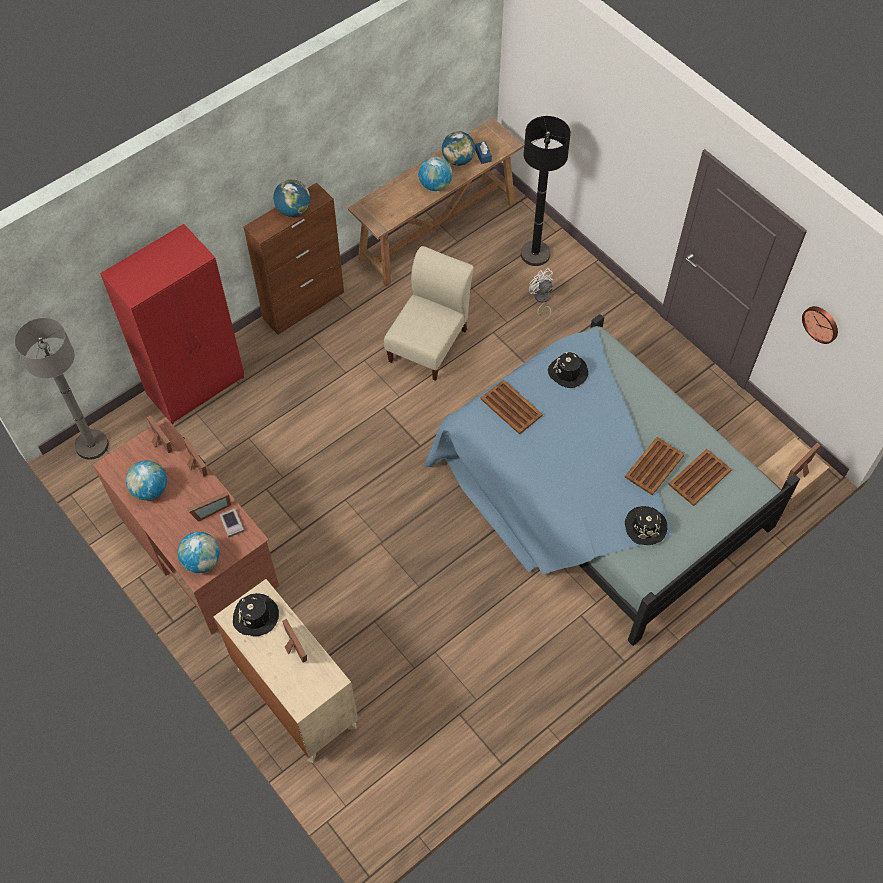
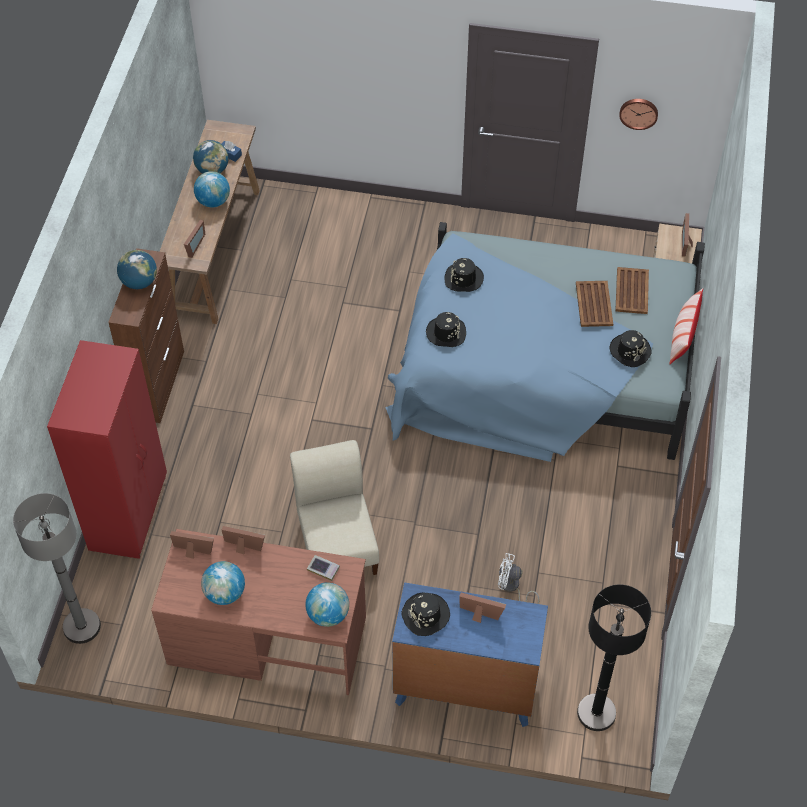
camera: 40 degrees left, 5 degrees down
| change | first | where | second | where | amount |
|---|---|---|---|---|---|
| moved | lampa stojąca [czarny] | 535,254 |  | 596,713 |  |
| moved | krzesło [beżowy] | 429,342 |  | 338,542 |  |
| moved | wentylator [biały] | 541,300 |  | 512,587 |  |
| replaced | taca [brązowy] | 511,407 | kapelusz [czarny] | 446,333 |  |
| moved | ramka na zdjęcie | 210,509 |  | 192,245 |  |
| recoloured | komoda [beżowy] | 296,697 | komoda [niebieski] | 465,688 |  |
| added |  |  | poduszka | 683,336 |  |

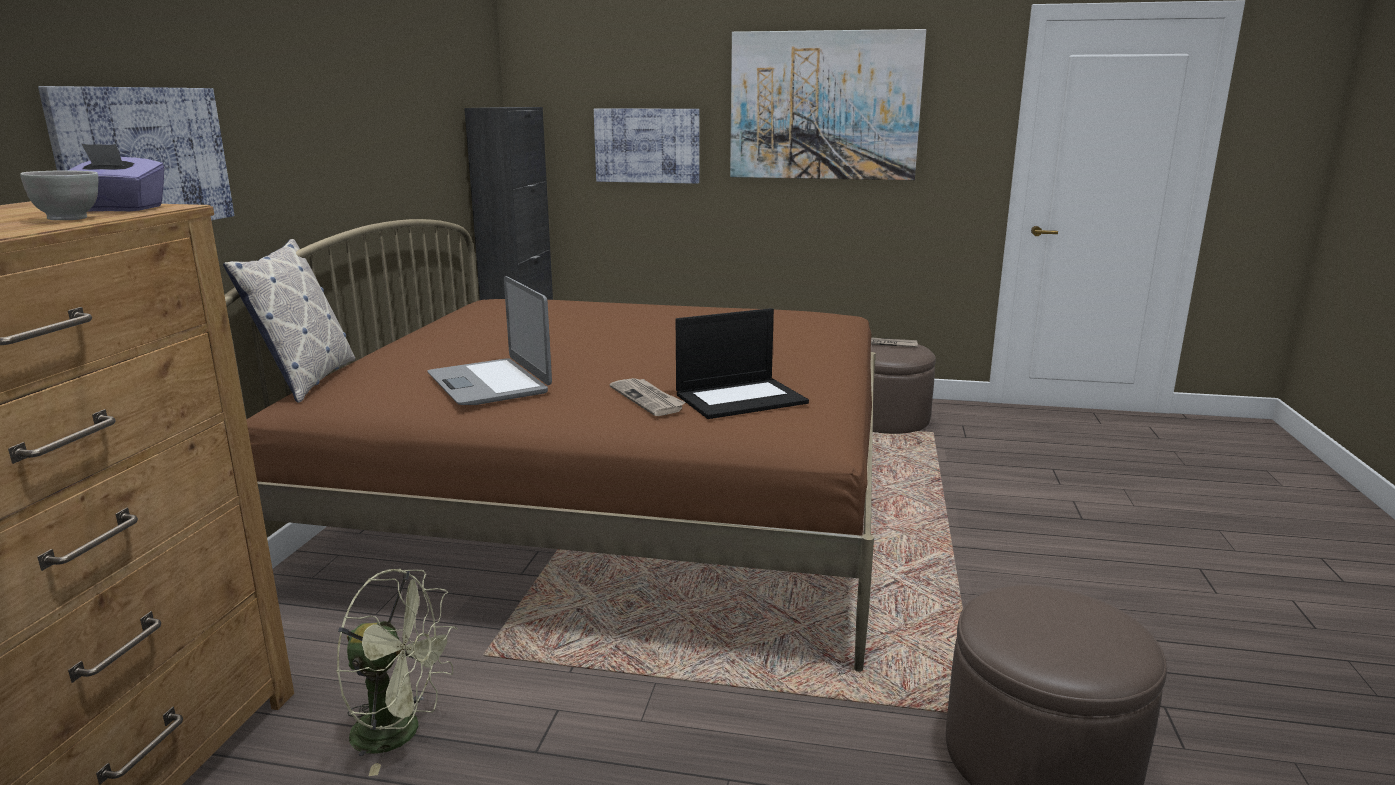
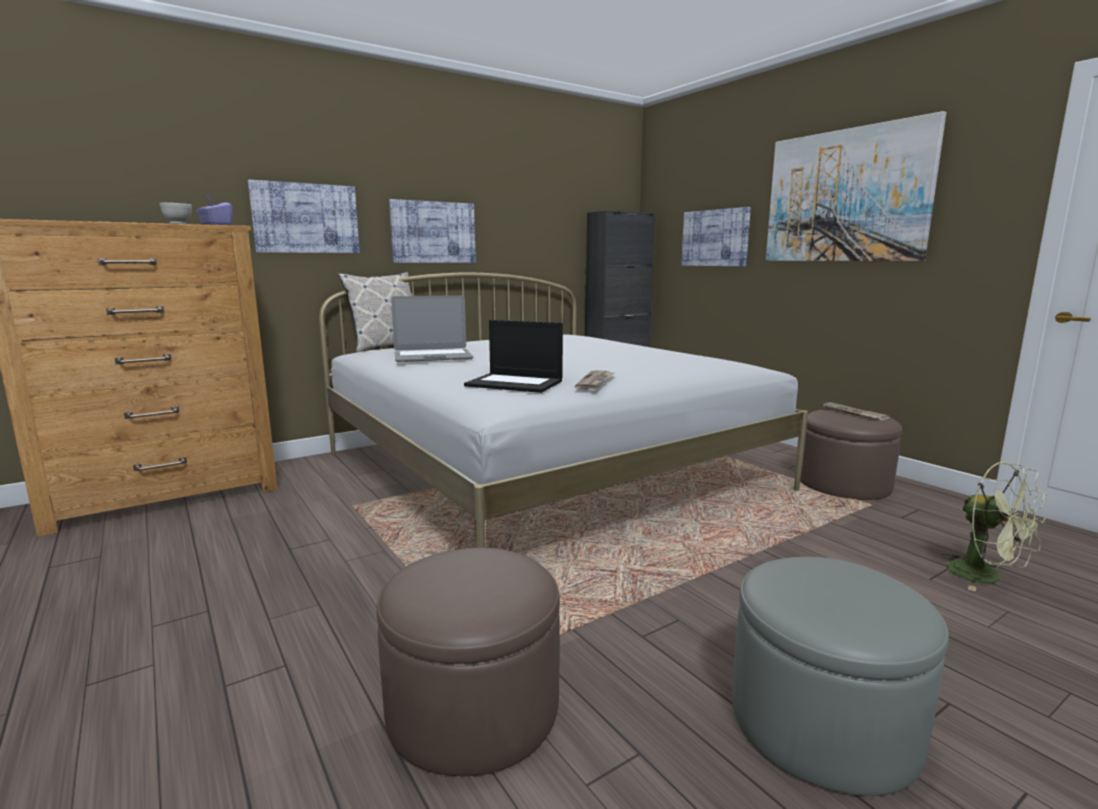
camera: 45 degrees right, 5 degrees down
| change | first | where | second | where | amount |
|---|---|---|---|---|---|
| recoloured | łóżko [brązowy] | 616,503 | łóżko [biały] | 544,471 |  |
| turned | laptop | 490,383 |  | 432,357 | 120 degrees counterclockwise |
| moved | gazeta | 648,399 |  | 595,382 |  |
| moved | wentylator [zielony] | 401,732 |  | 986,577 |  |
| added |  |  | obraz | 433,232 |  |
| added |  |  | pufa [szary] | 822,722 |  |

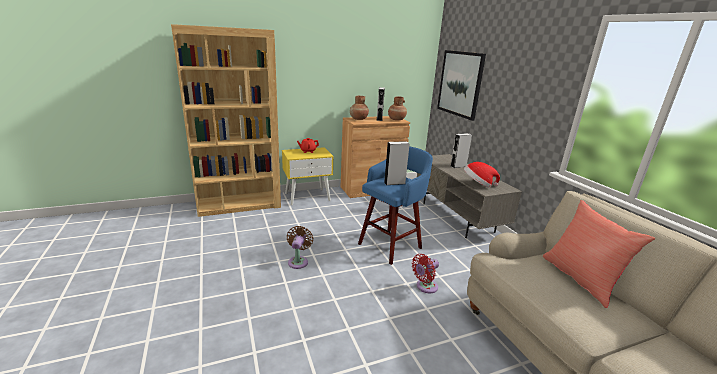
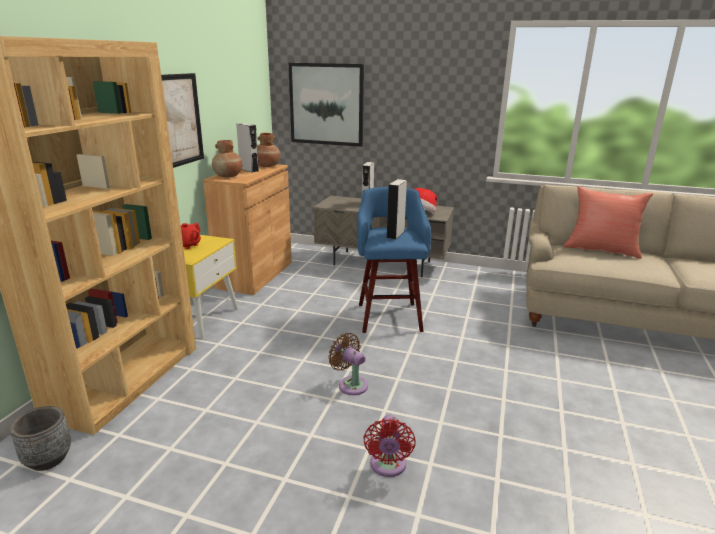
camera: 50 degrees left, 0 degrees up
| change | first | where | second | where | amount |
|---|---|---|---|---|---|
| moved | wentylator [czerwony] | 425,287 |  | 388,466 |  |
| added |  |  | obraz | 179,120 |  |
| added |  |  | donica [szary] | 48,459 |  |

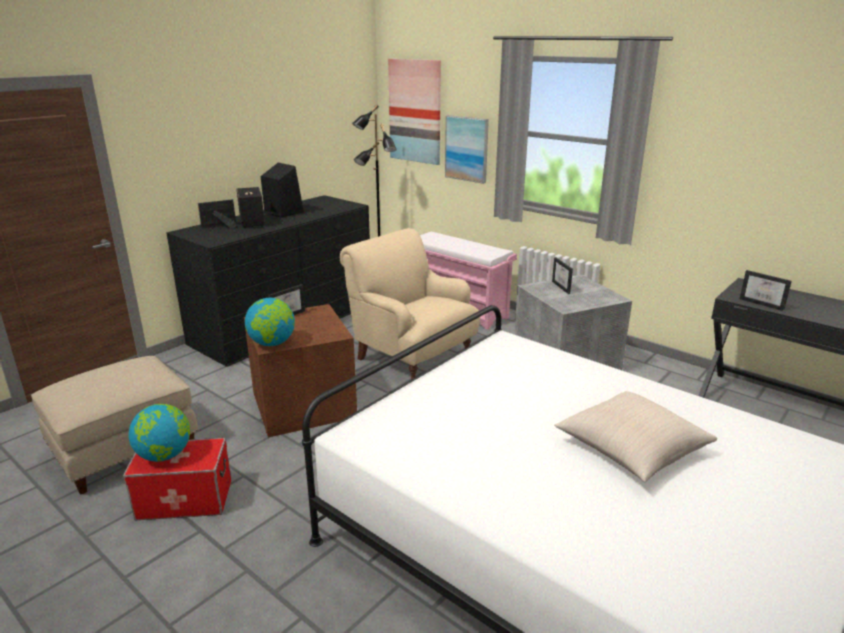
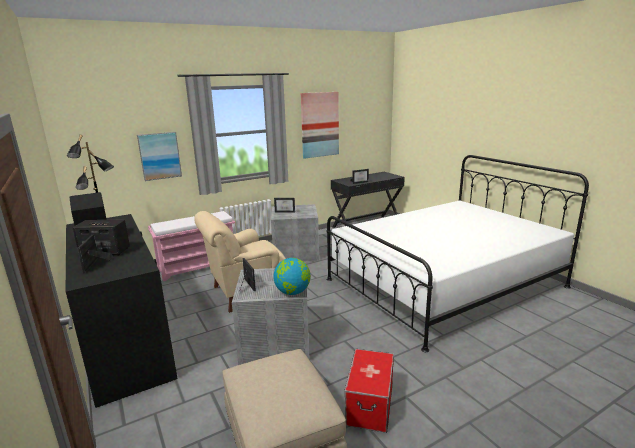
camera: 70 degrees left, 5 degrees down
| change | first | where | second | where | amount |
|---|---|---|---|---|---|
| moved | obraz | 415,111 |  | 319,125 |  |
| recoloured | pojemnik do przechowywania [brązowy] | 304,403 | pojemnik do przechowywania [szary] | 274,341 |  |
| removed | poduszka [beżowy] | 631,449 |  |  |  |
| removed | globus | 165,455 |  |  |  |

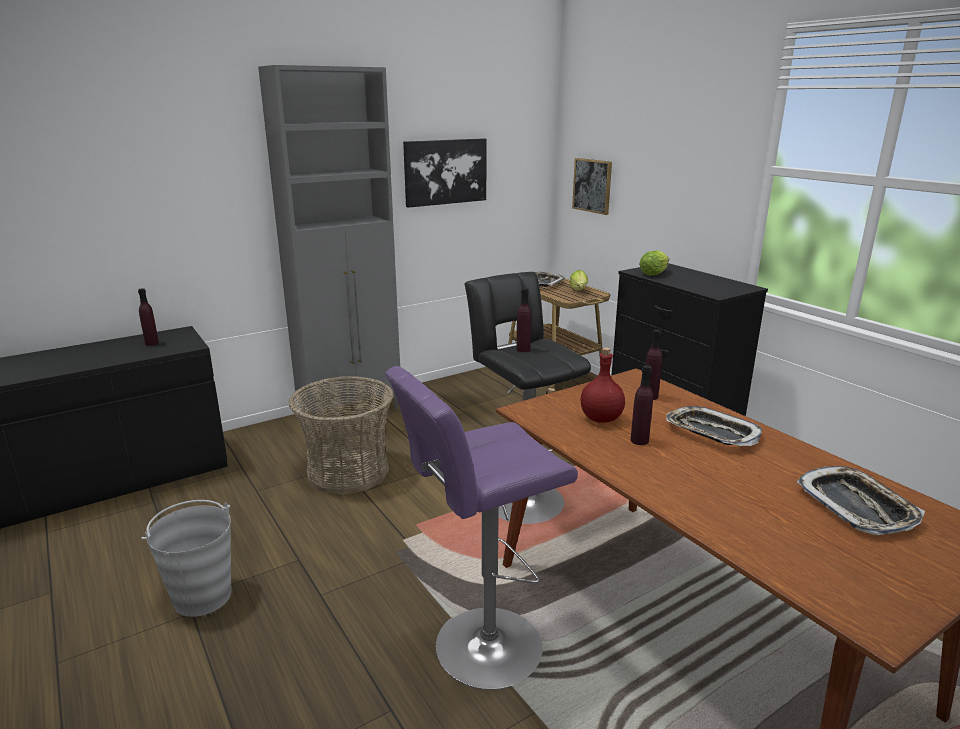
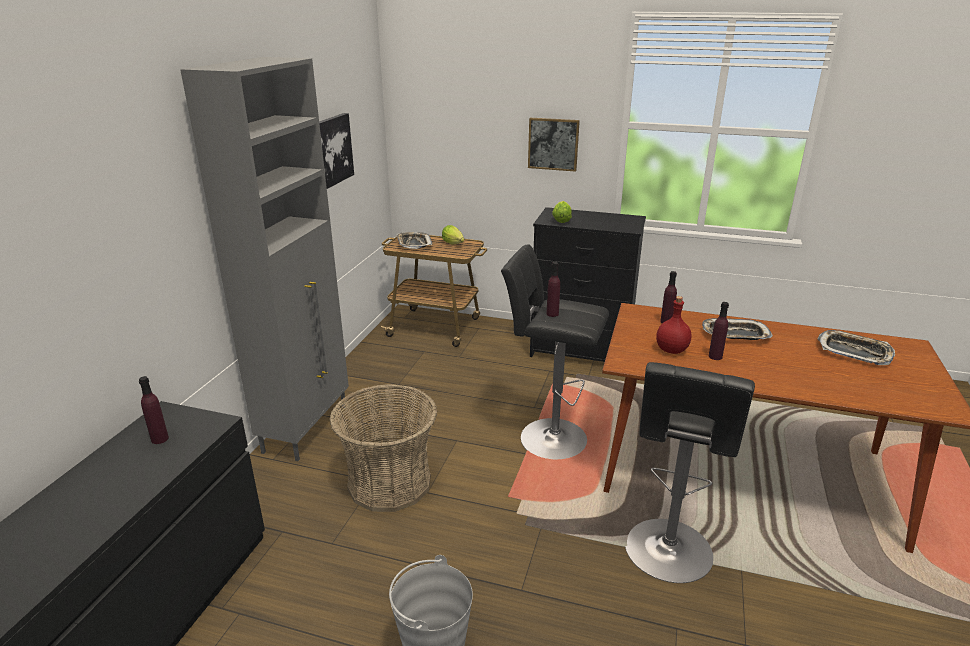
camera: 40 degrees left, 5 degrees up
| change | first | where | second | where | amount |
|---|---|---|---|---|---|
| moved | obraz | 592,185 |  | 553,144 |  |
| recoloured | stołek [fioletowy] | 481,649 | stołek [czarny] | 667,554 |  |

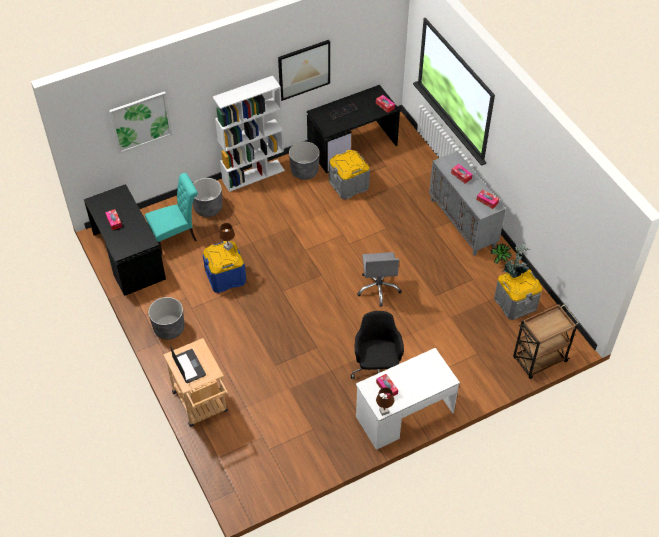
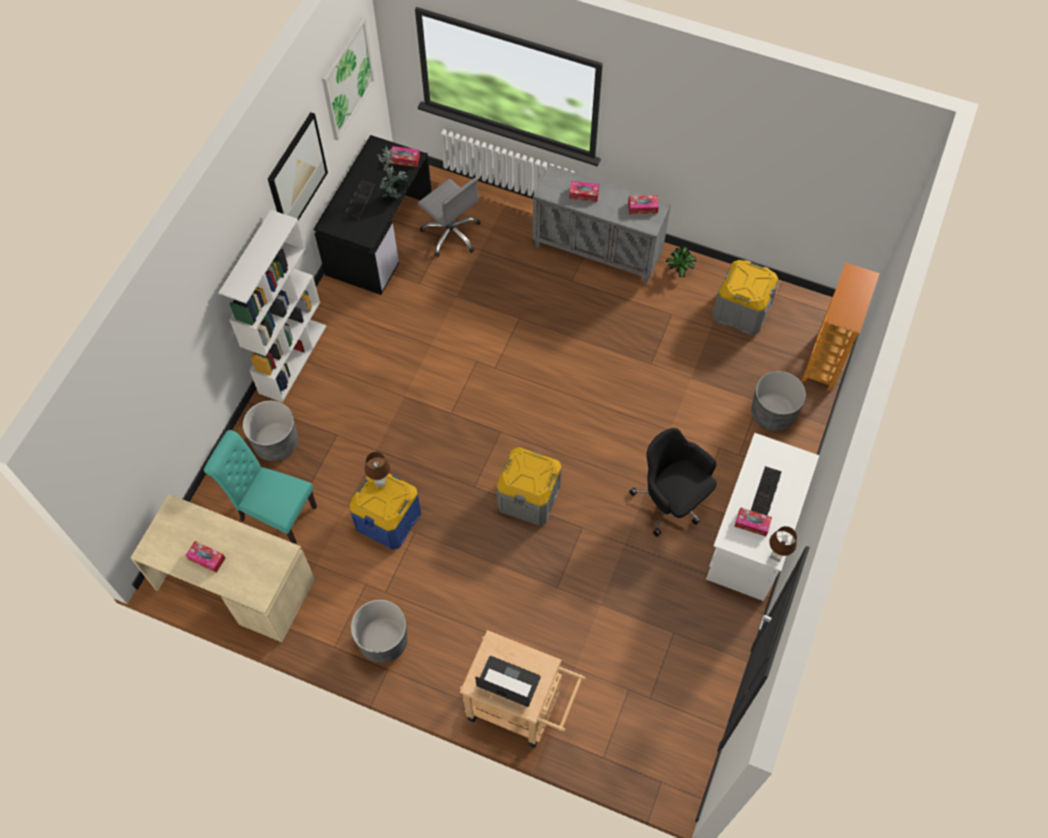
camera: 40 degrees left, 10 degrees up
| change | first | where | second | where | amount |
|---|---|---|---|---|---|
| moved | obraz | 141,122 |  | 347,79 |  |
| moved | donica [szary] | 304,171 |  | 772,413 |  |
| moved | pojemnik do przechowywania [szary] | 349,185 |  | 529,497 |  |
| turned | krzesło [turkusowy] | 176,237 |  | 273,512 | 90 degrees counterclockwise |
| recoloured | biurko [czarny] | 128,256 | biurko [beżowy] | 233,585 |  |
| moved | roślina doniczkowa | 514,273 |  | 394,193 |  |
| moved | krzesło biurowe [szary] | 378,288 |  | 451,234 |  |
| replaced | wózek [brązowy] | 538,360 | regał | 825,361 |  |
| added |  |  | klawiatura | 766,492 |  |

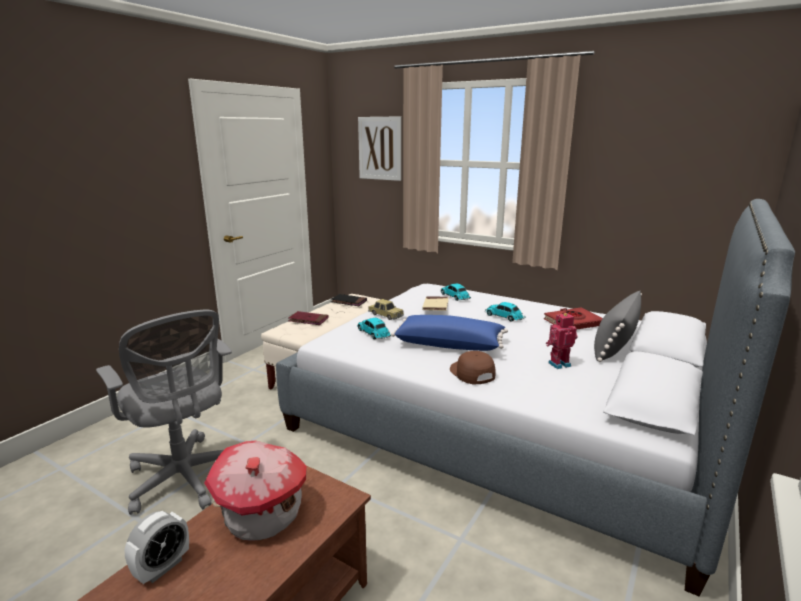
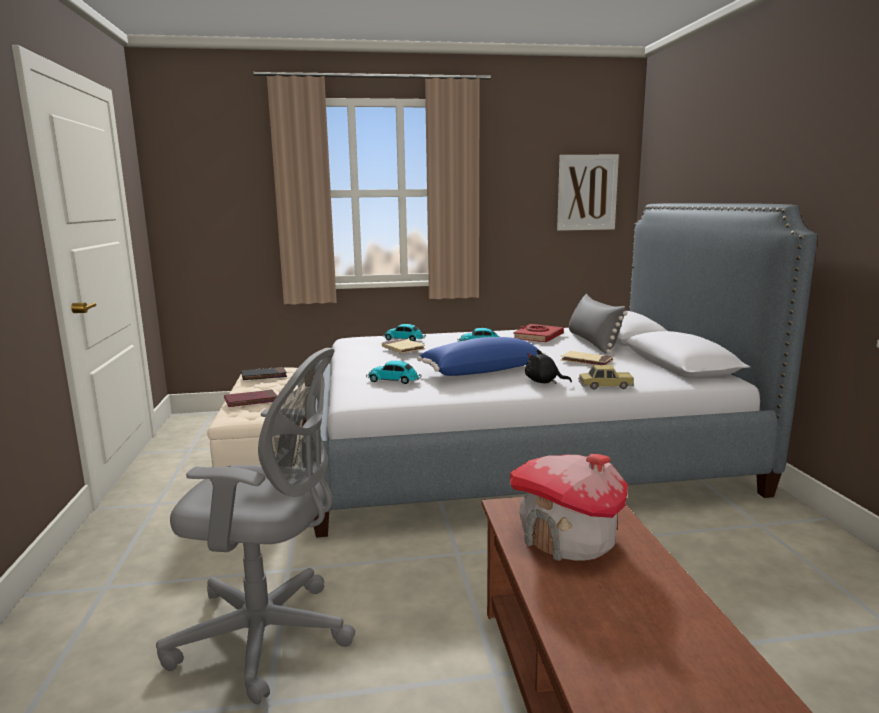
camera: 40 degrees left, 5 degrees down
| change | first | where | second | where | amount |
|---|---|---|---|---|---|
| moved | obraz | 380,148 |  | 587,192 |  |
| moved | samochodzik | 385,315 |  | 605,386 |  |
| replaced | robot zabawkowy | 558,364 | książka [beżowy] | 586,361 |  |
| replaced | czapka z daszkiem [brązowy] | 471,373 | pluszak [czarny] | 544,382 |  |
| removed | budzik | 162,567 |  |  |  |

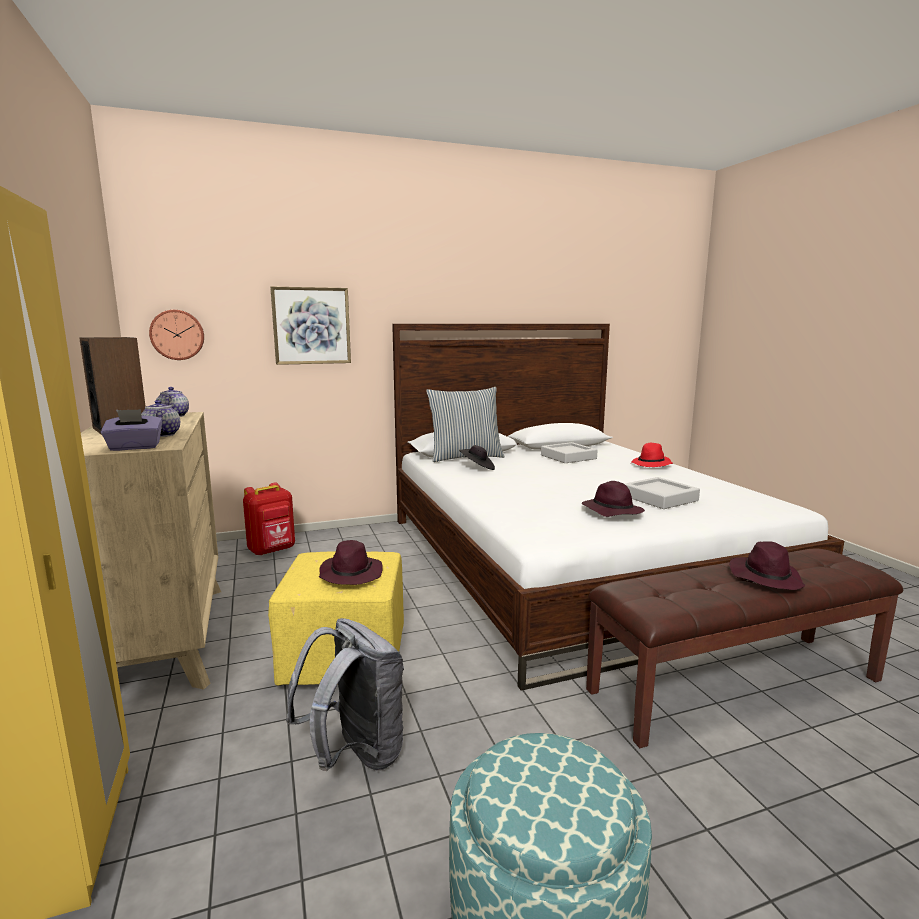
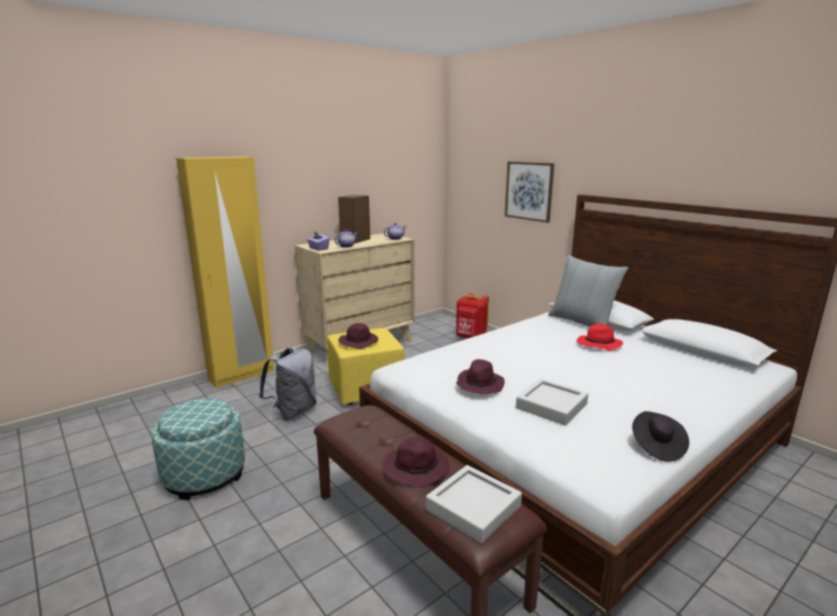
camera: 70 degrees right, 5 degrees up
| change | first | where | second | where | amount |
|---|---|---|---|---|---|
| removed | zegar ścienny | 177,335 |  |  |  |
| moved | taca [szary] | 568,457 |  | 473,508 |  |
| moved | kapelusz [czerwony] | 651,465 |  | 598,345 |  |
| moved | kapelusz [czarny] | 477,468 |  | 657,447 |  |

